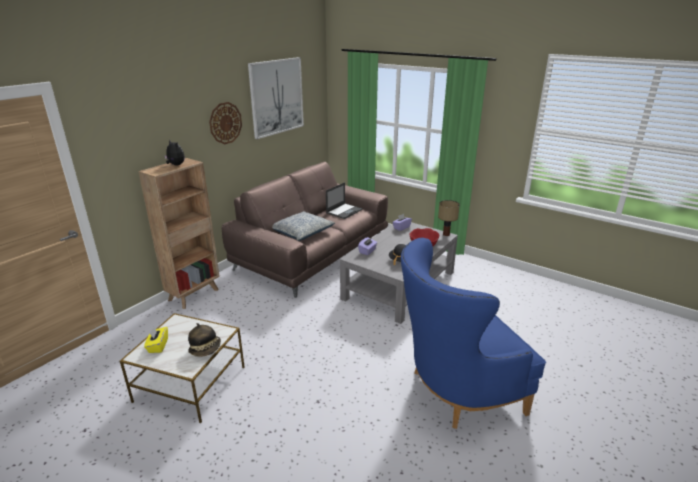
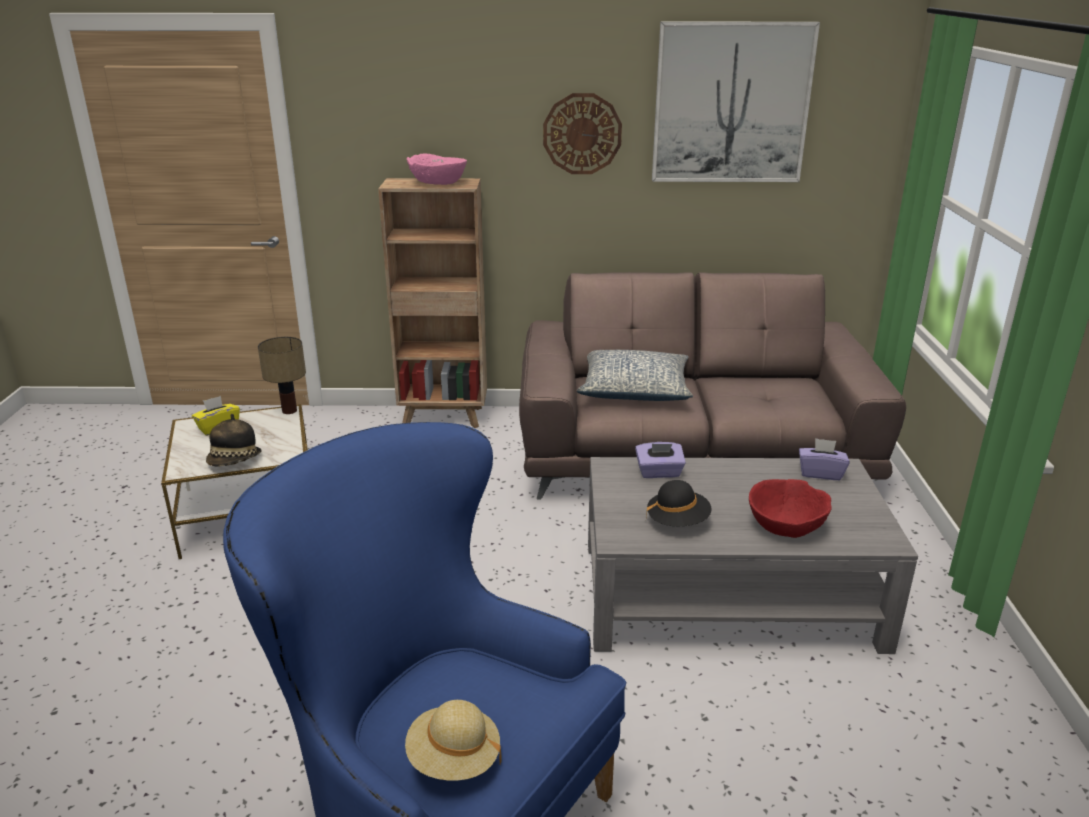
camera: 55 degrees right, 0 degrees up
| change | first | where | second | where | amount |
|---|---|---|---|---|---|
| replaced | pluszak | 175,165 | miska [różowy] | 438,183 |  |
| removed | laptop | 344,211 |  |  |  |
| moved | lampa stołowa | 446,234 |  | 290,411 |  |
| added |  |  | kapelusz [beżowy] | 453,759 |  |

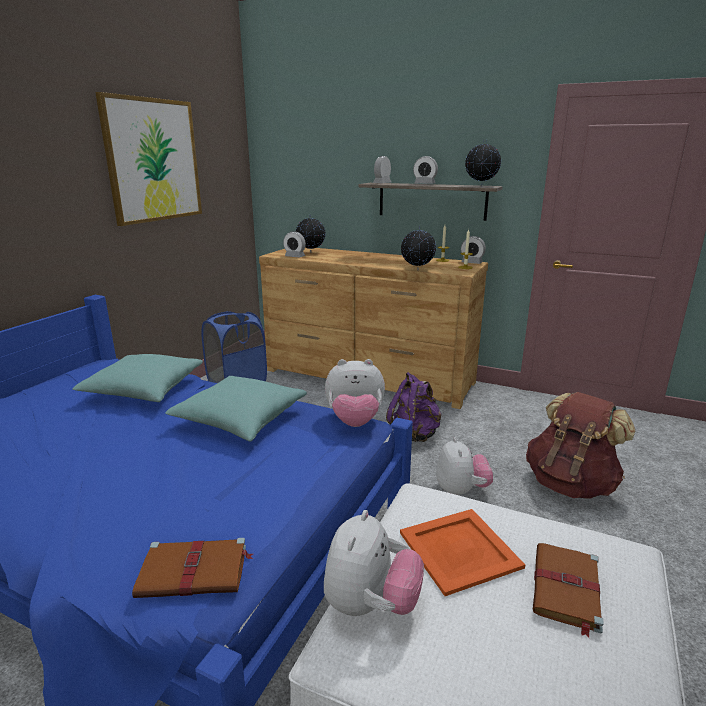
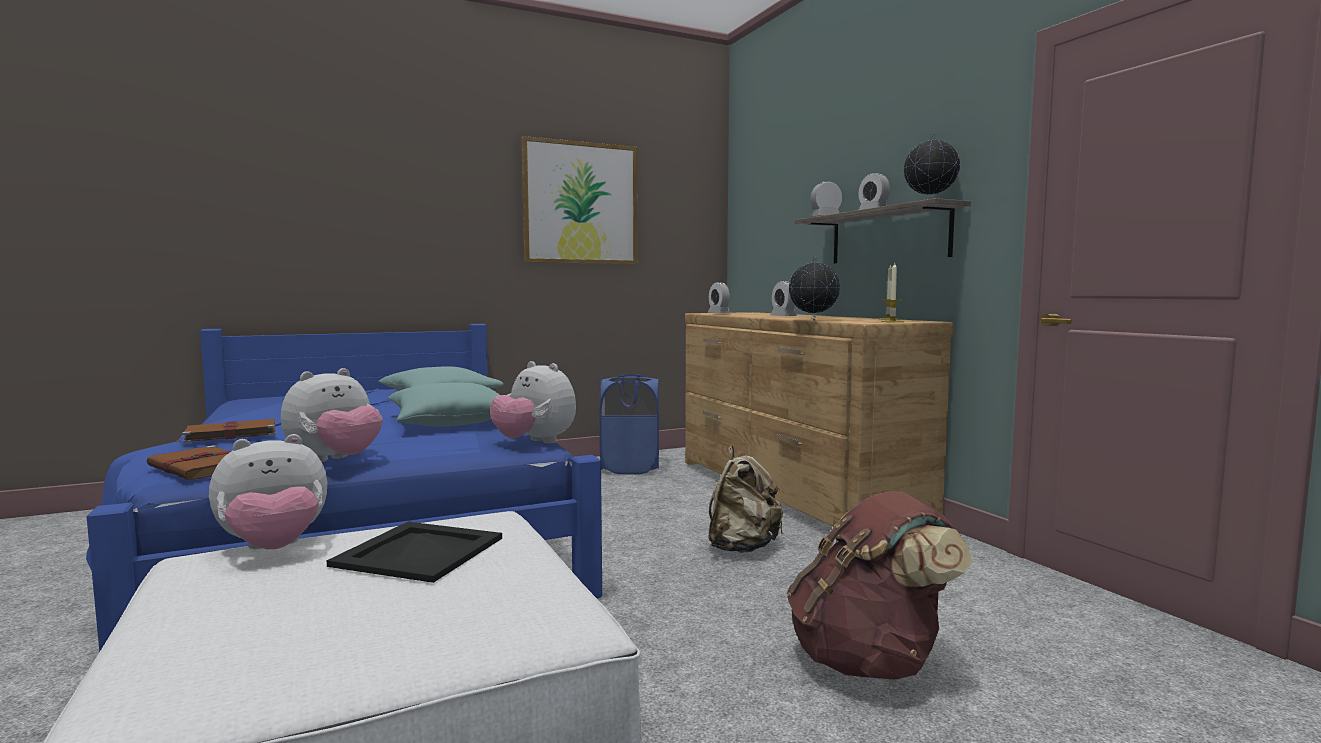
camera: 40 degrees right, 15 degrees down
| change | first | where | second | where | amount |
|---|---|---|---|---|---|
| removed | globus | 311,252 |  |  |  |
| moved | budzik | 471,262 |  | 783,316 |  |
| recoloured | plecak [fioletowy] | 414,434 | plecak [beżowy] | 742,548 |  |
| moved | pluszak | 461,490 |  | 336,461 |  |
| recoloured | taca [pomarańczowy] | 459,549 | taca [czarny] | 421,551 |  |
| moved | książka [brązowy] | 566,589 |  | 229,434 |  |

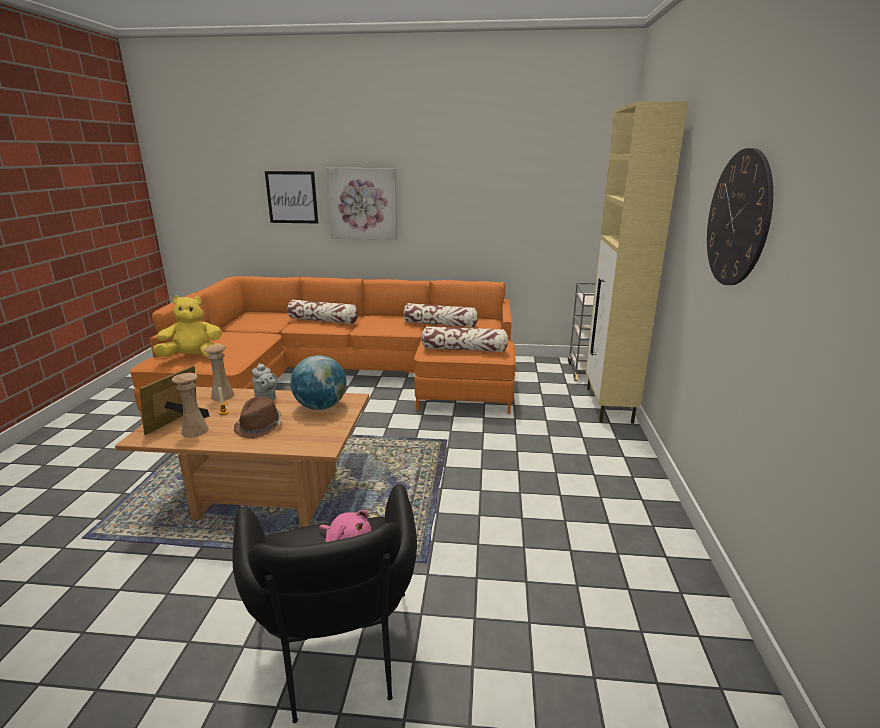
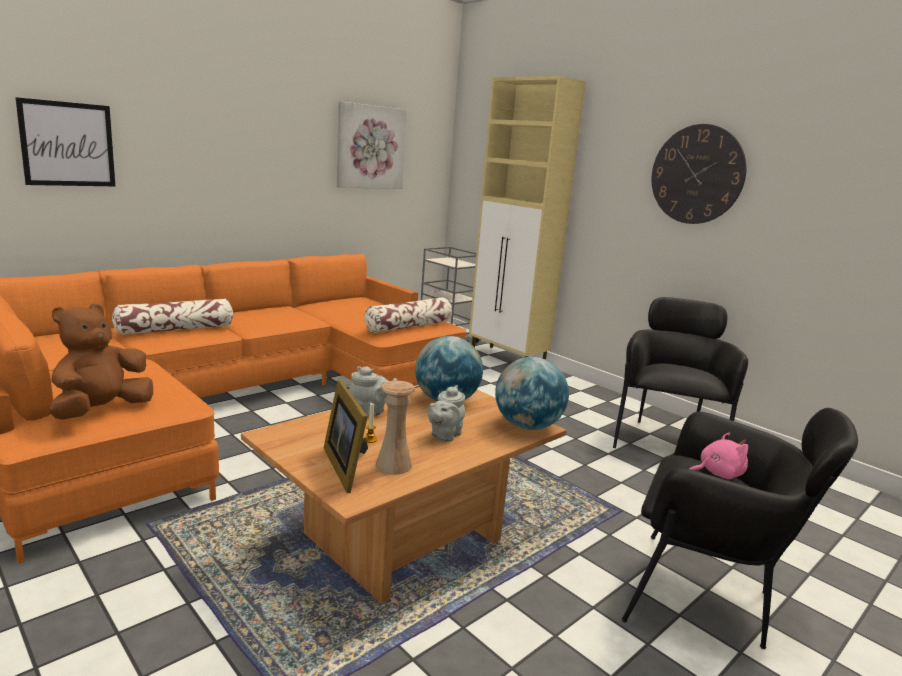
camera: 50 degrees left, 5 degrees down
| change | first | where | second | where | amount |
|---|---|---|---|---|---|
| moved | obraz | 363,204 |  | 370,147 |  |
| recoloured | pluszak [żółty] | 193,357 | pluszak [brązowy] | 101,411 |  |
| removed | poduszka | 440,324 |  |  |  |
| removed | wazon [beżowy] | 223,396 |  |  |  |
| replaced | kapelusz [brązowy] | 260,427 | imbryk [szary] | 444,435 |  |
| added |  |  | fotel [czarny] | 666,440 |  |
| added |  |  | globus | 527,426 |  |

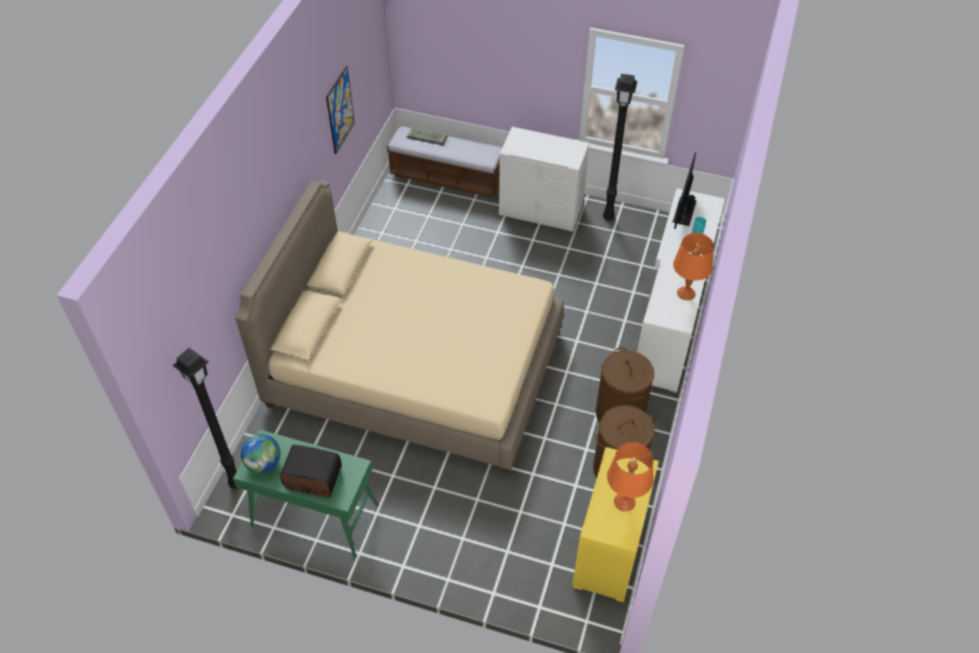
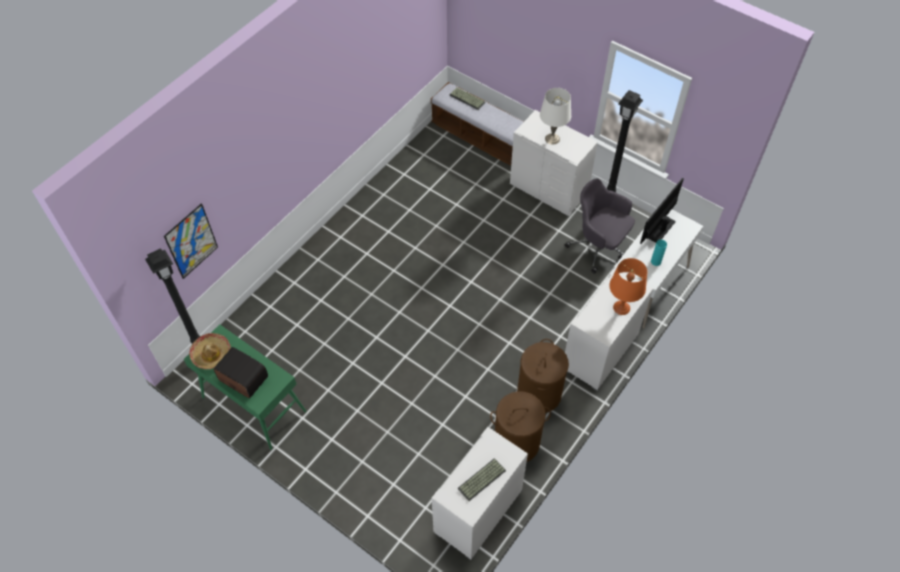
camera: 20 degrees right, 5 degrees up
| change | first | where | second | where | amount |
|---|---|---|---|---|---|
| moved | obraz | 340,110 |  | 191,241 |  |
| removed | łóżko [beżowy] | 416,368 |  |  |  |
| replaced | globus | 264,463 | kapelusz | 211,354 |  |
| replaced | lampa stołowa [pomarańczowy] | 624,502 | klawiatura | 482,480 |  |
| recoloured | komoda [żółty] | 610,551 | komoda [biały] | 478,512 |  |
| added |  |  | lampa stołowa [biały] | 552,139 |  |
| added |  |  | krzesło biurowe [szary] | 599,246 |  |

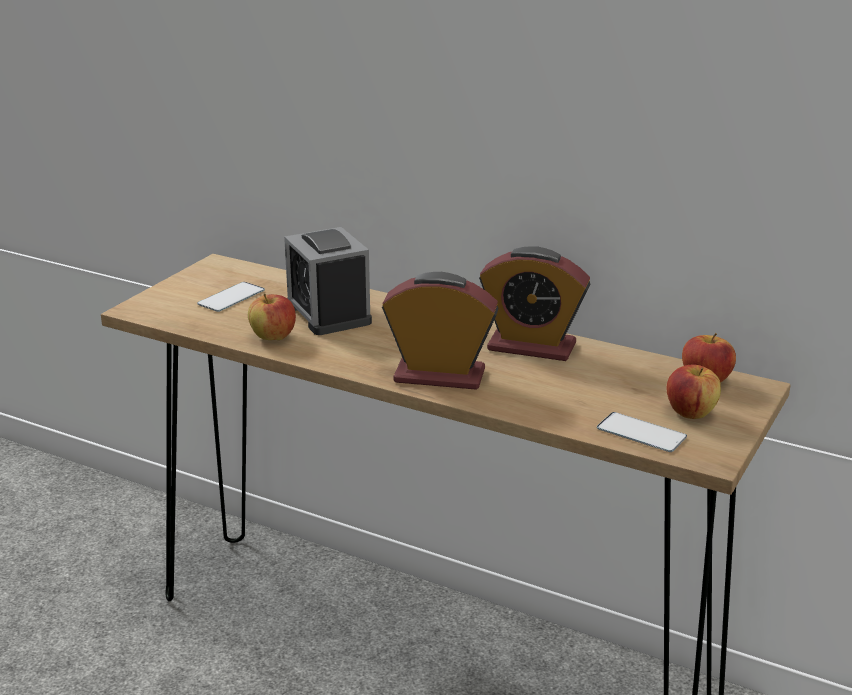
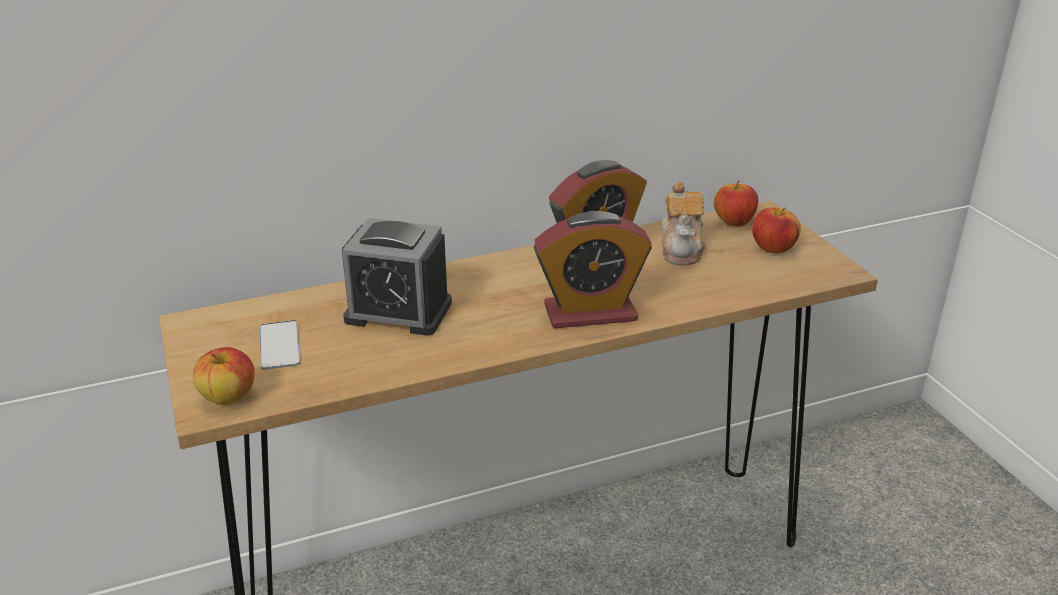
camera: 50 degrees left, 5 degrees up
| change | first | where | second | where | amount |
|---|---|---|---|---|---|
| turned | budzik | 439,376 |  | 590,313 | 150 degrees counterclockwise |
| moved | jabłko | 273,337 |  | 228,398 |  |
| removed | telefon | 641,433 |  |  |  |
| added |  |  | imbryk | 682,249 |  |

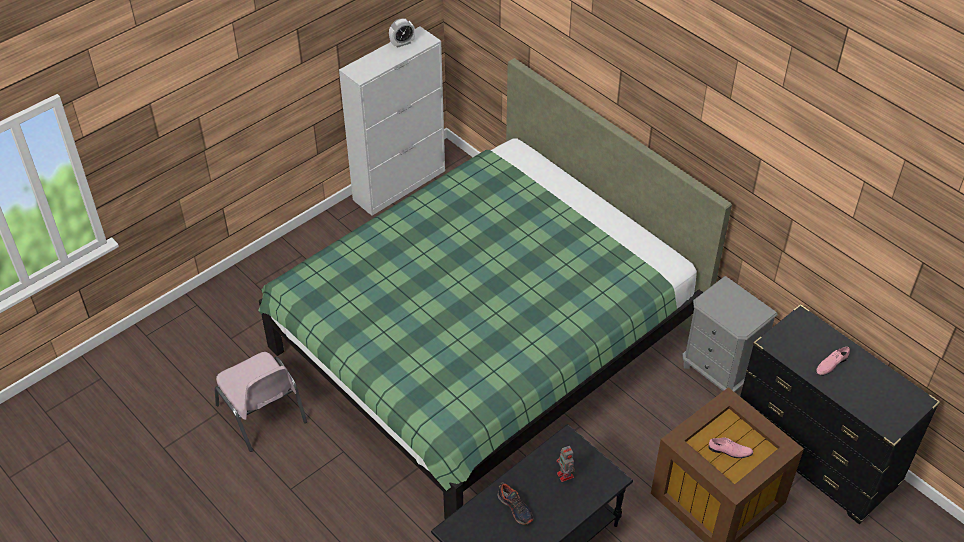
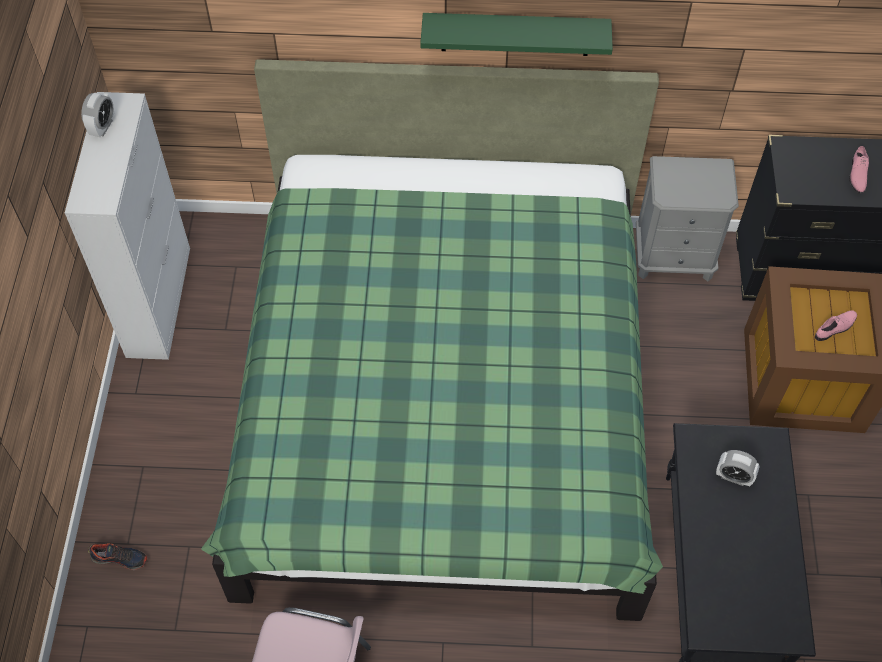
camera: 45 degrees left, 10 degrees up
| change | first | where | second | where | amount |
|---|---|---|---|---|---|
| replaced | robot zabawkowy | 565,476 | budzik | 733,477 |  |
| moved | but | 515,508 |  | 120,558 |  |
| added |  |  | półka [zielony] | 515,34 |  |

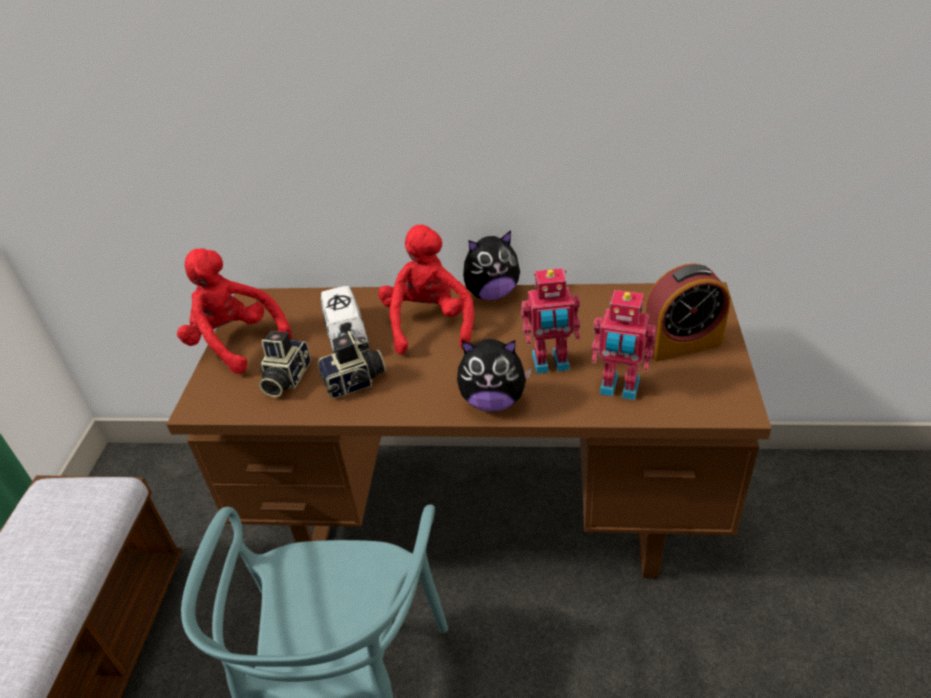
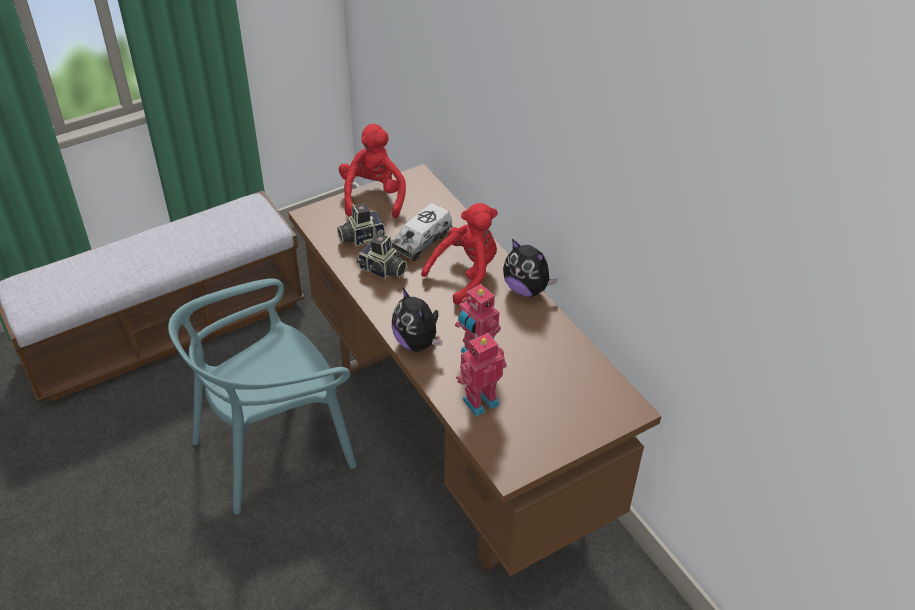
camera: 50 degrees right, 5 degrees up
| change | first | where | second | where | amount |
|---|---|---|---|---|---|
| removed | budzik | 682,344 |  |  |  |
| turned | robot zabawkowy | 619,388 |  | 479,400 | 75 degrees clockwise |

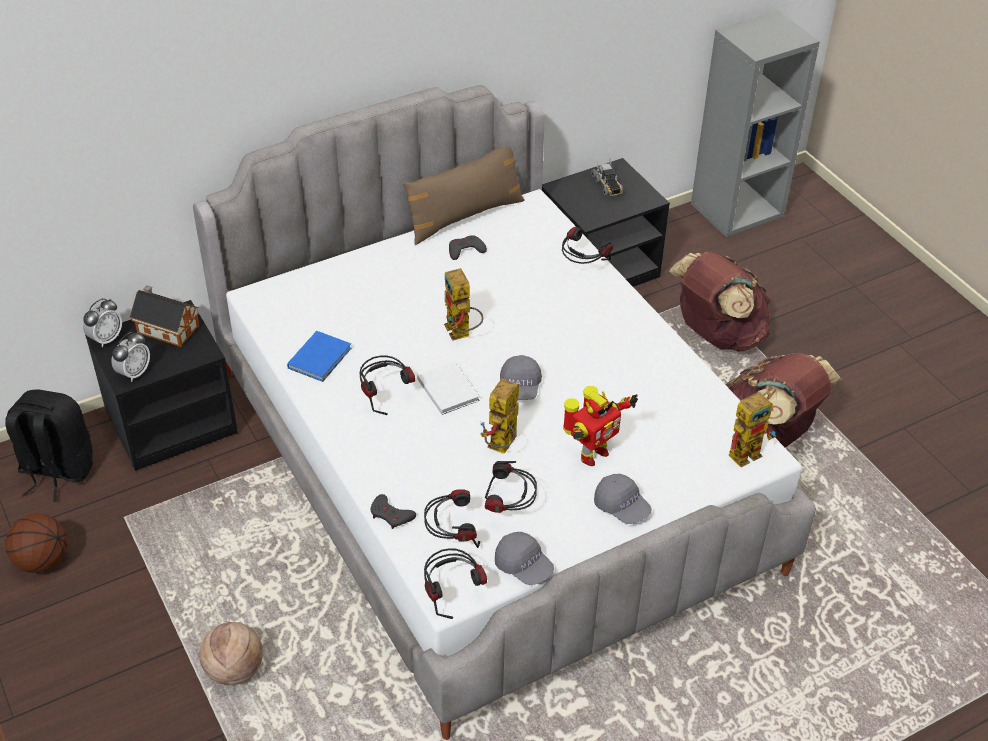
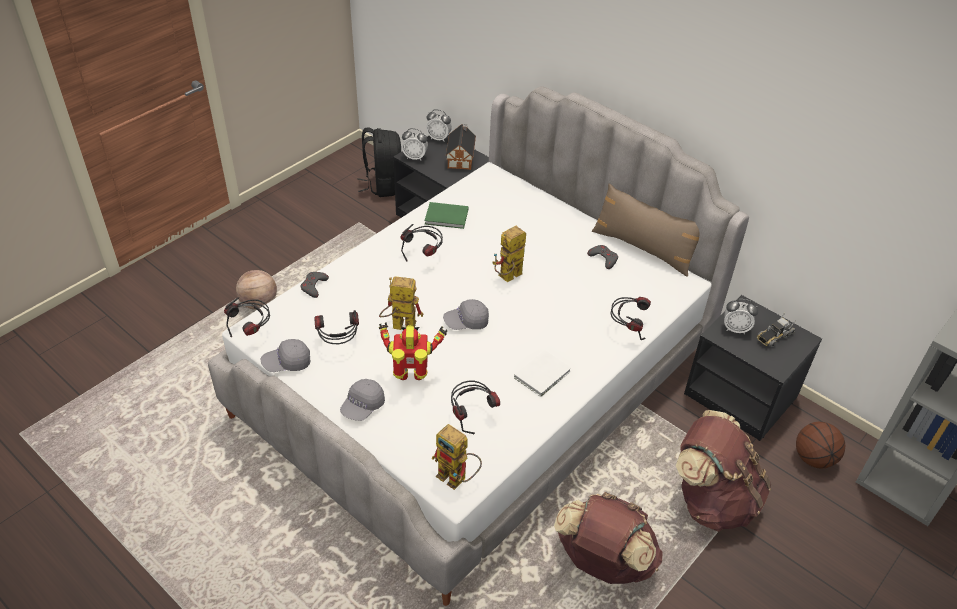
camera: 70 degrees right, 0 degrees up
| change | first | where | second | where | amount |
|---|---|---|---|---|---|
| recoloured | książka [niebieski] | 321,357 | książka [zielony] | 447,217 |  |
| moved | książka [biały] | 448,388 |  | 544,374 |  |
| turned | robot zabawkowy | 591,454 |  | 411,377 | 150 degrees clockwise |
| moved | słuchawki | 452,537 |  | 471,416 |  |
| moved | piłka do koszykówki | 42,561 |  | 813,458 |  |
| turned | czapka z daszkiem [szary] | 523,566 |  | 287,363 | 45 degrees clockwise |
| added |  |  | budzik | 735,329 |  |

